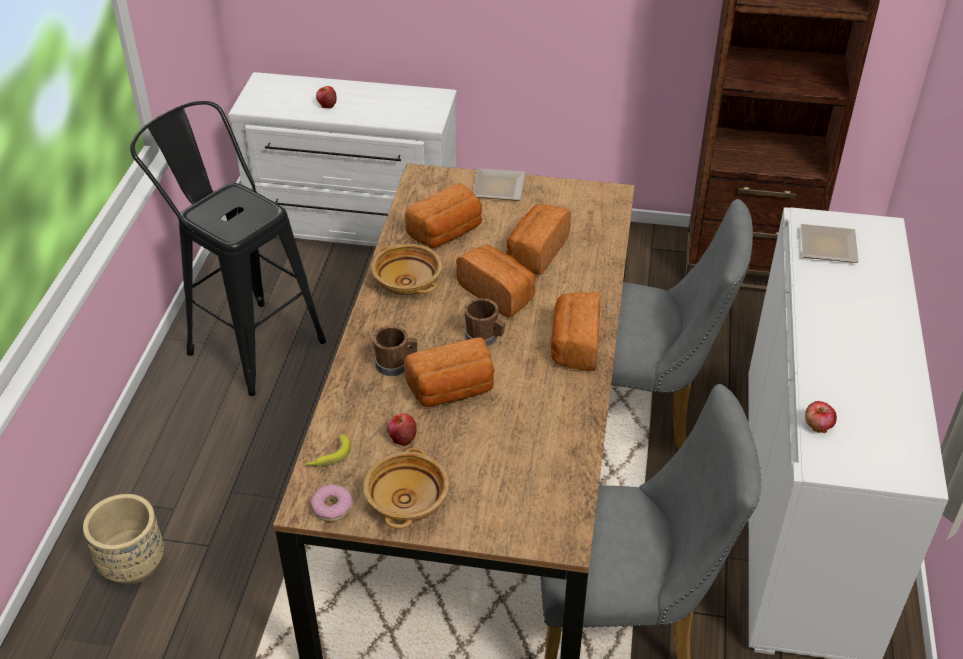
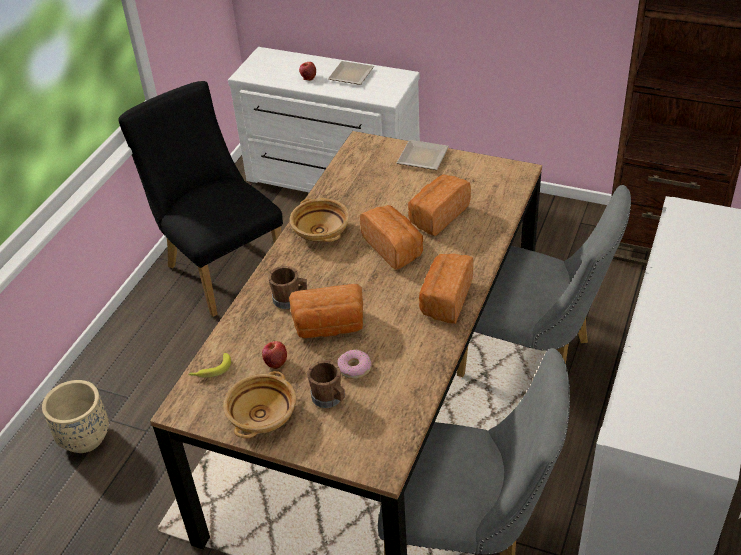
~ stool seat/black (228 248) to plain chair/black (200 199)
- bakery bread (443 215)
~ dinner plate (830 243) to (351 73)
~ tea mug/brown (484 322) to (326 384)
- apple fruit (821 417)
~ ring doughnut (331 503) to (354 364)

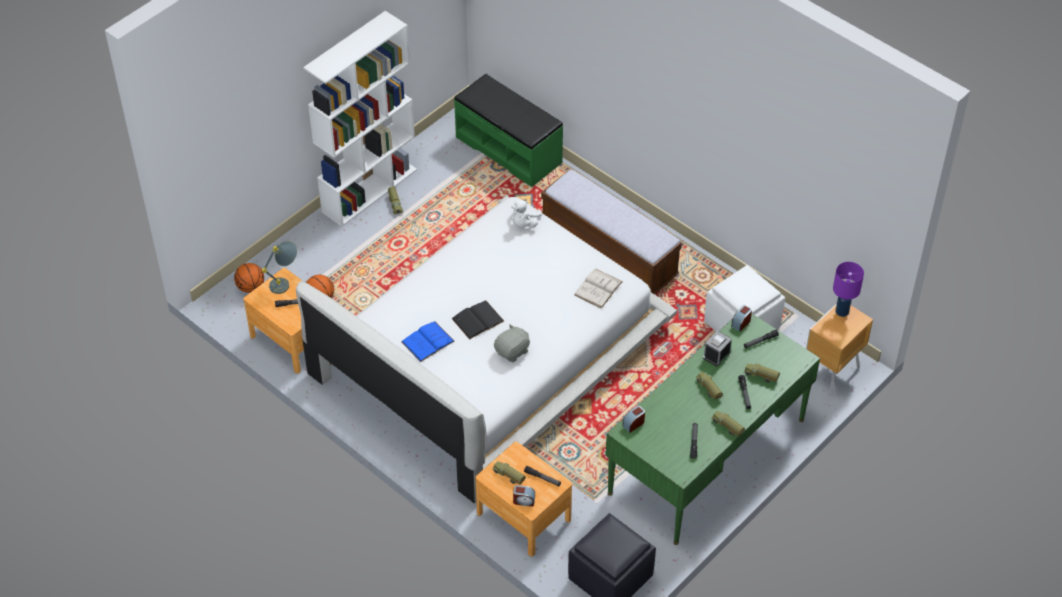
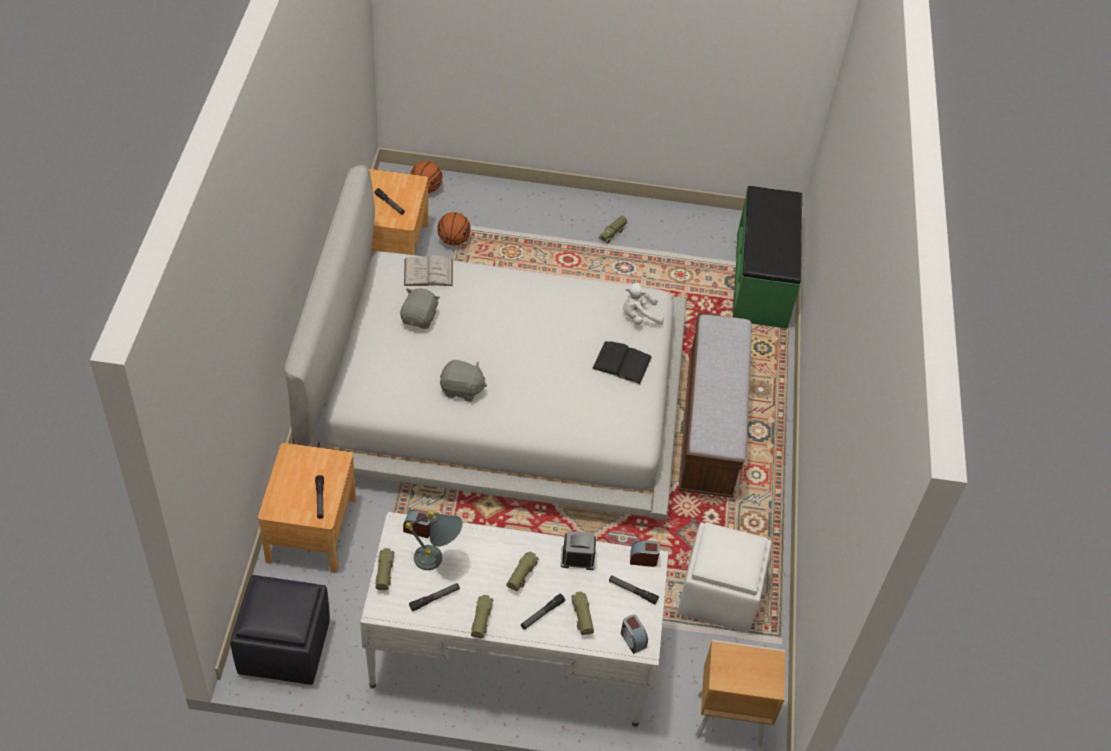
- bookshelf/whitish (360 119)
~ table lamp/greyish (279 267) to (434 540)
- table lamp/purplish (848 289)
~ volume/whitish (598 289) to (428 270)
~ volume/black (477 320) to (622 362)
~ desk unit/green (712 429) to desk unit/whitish (514 619)
~ volume/bluish (428 342) to cuddly toy/greyish (420 308)
~ toy lorry (509 472) to (385 569)
~ bedside clock (524 496) to (634 634)

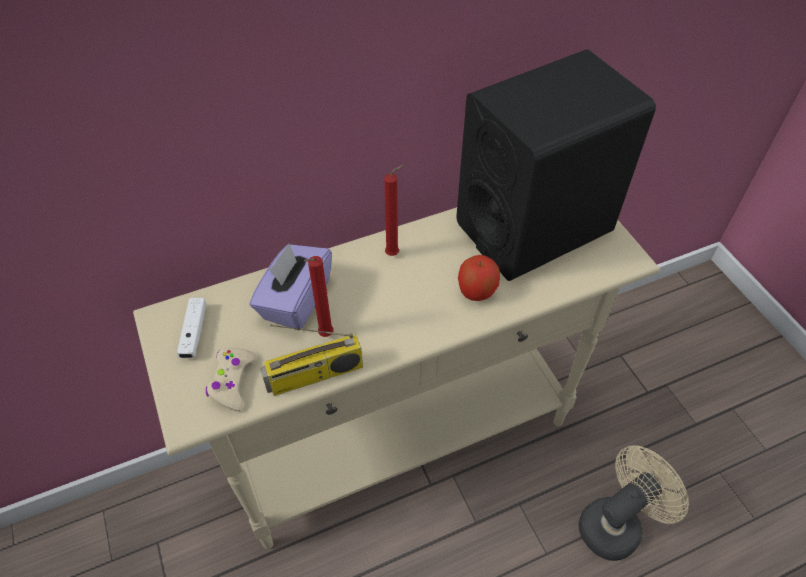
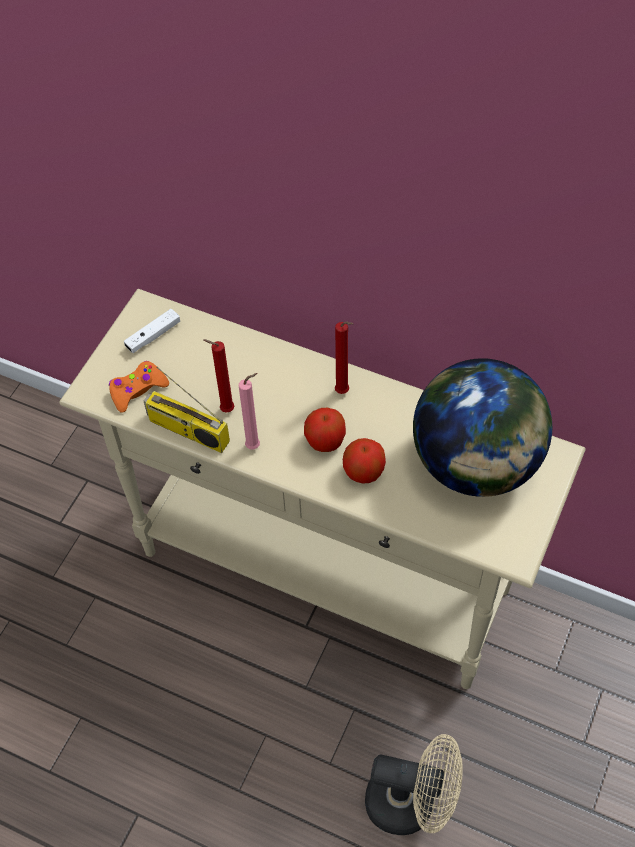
~ loudspeaker/black (556 165) to globe (482 427)
- tissue box/purplish (291 286)
~ gamepad/beige-coloured (231 379) to gamepad/orange-coloured (139 387)
+ wax light/pink (249 411)
+ apple fruit (325 430)

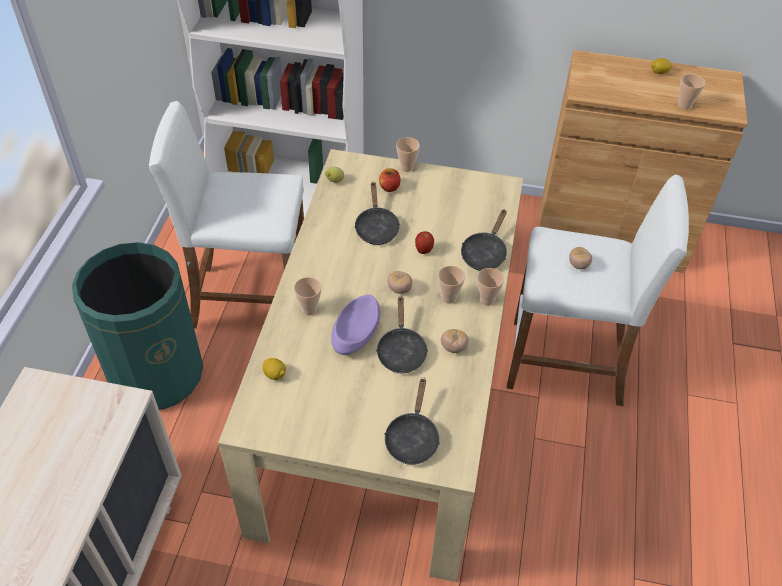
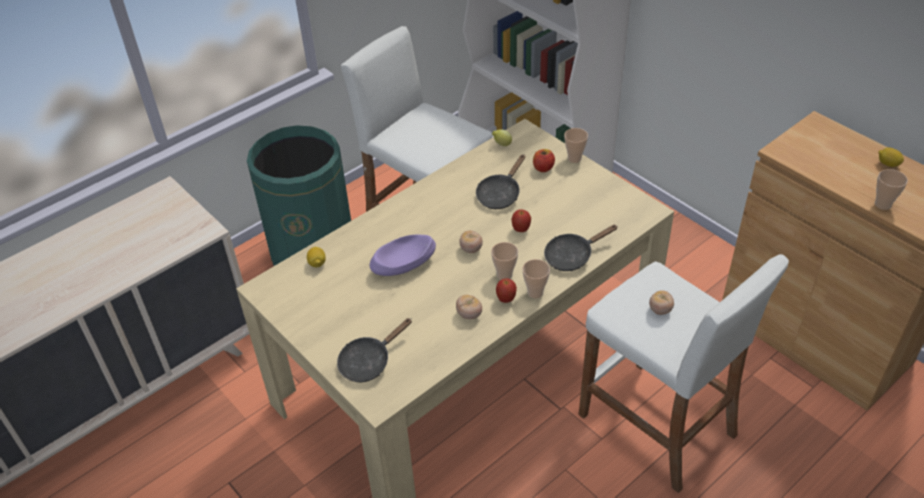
- cup (307 296)
- skillet/black (402 334)
+ apple fruit (506 290)

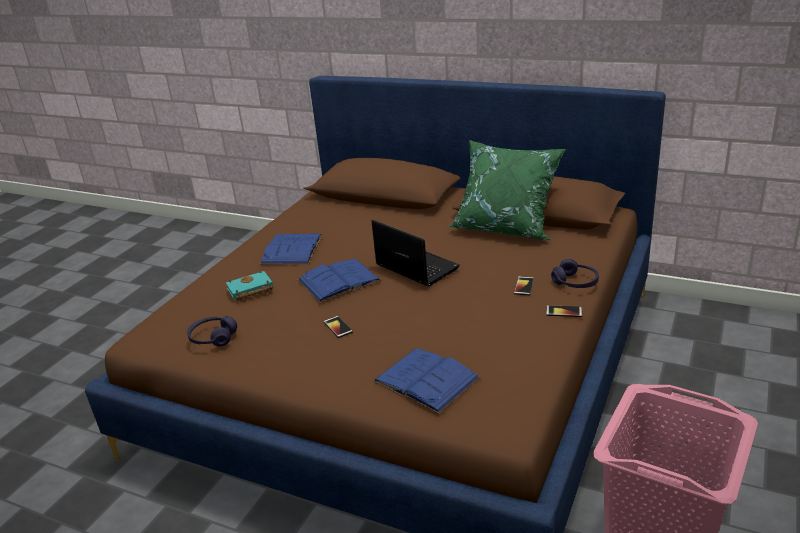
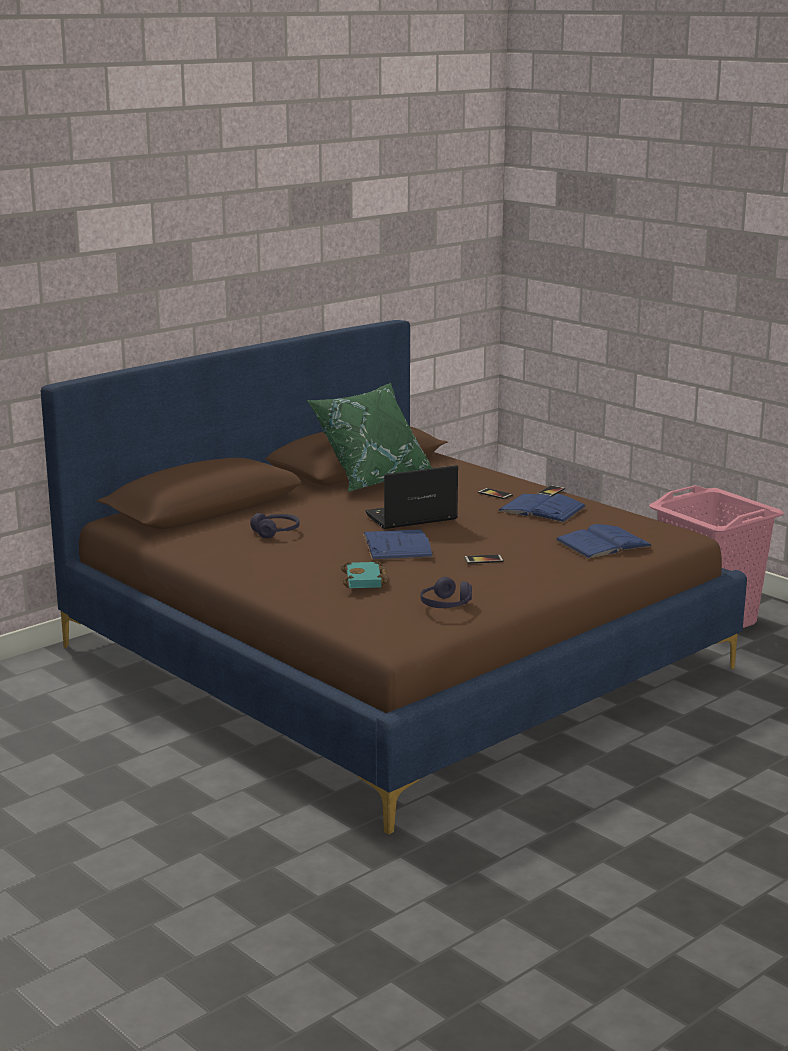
~ volume/bluish (291 249) to (542 508)
~ headset/purplish (575 273) to (274 525)

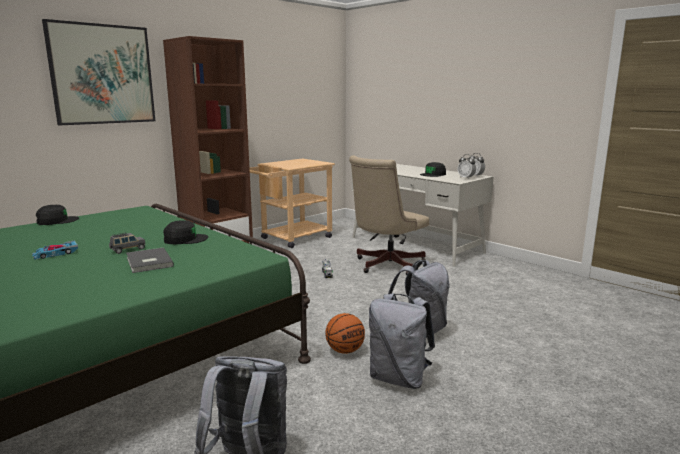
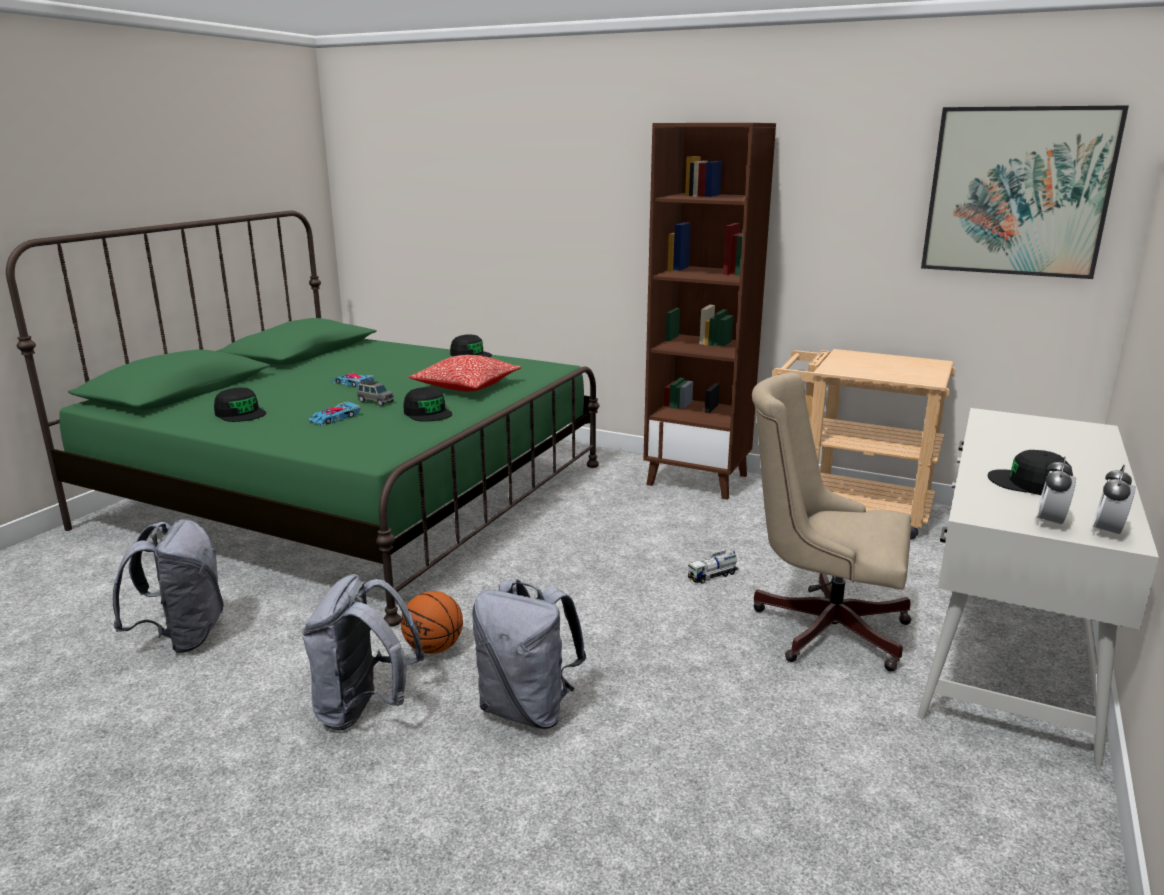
~ wall picture (98 72) to (1025 192)
~ volume/greyish (150 260) to model car (334 414)
+ pillow (465 373)
+ peaked cap/black (240 405)

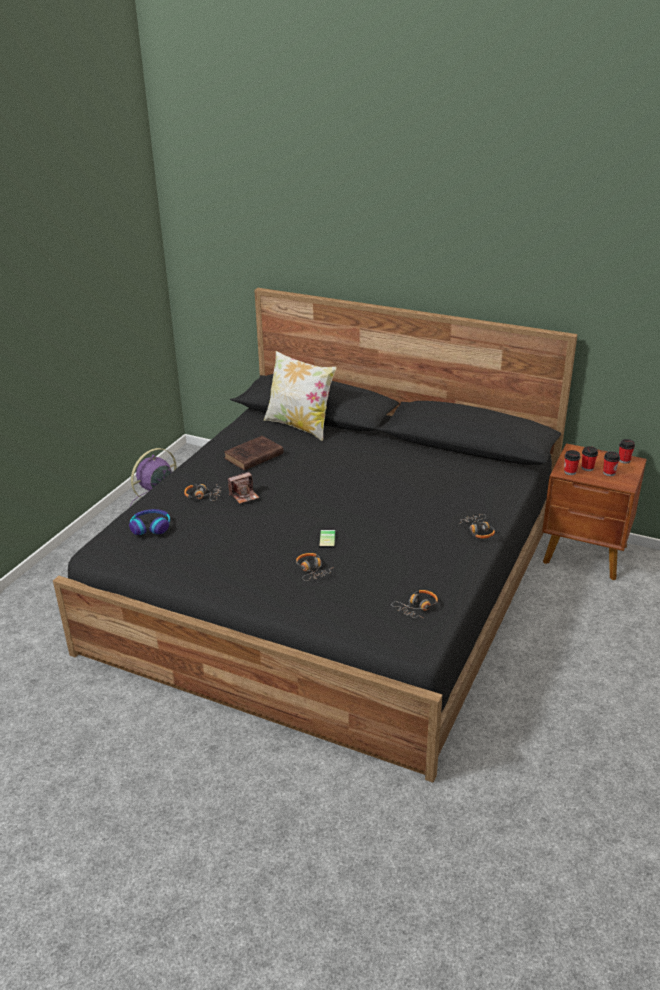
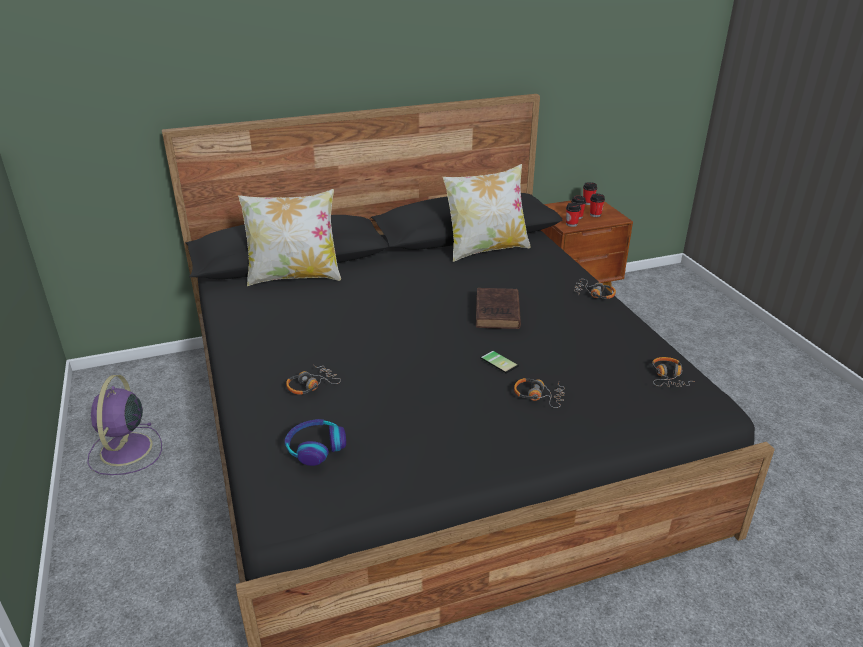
~ volume/brown (253 453) to (498 308)
- photo camera (243 488)
+ pillow (487 213)

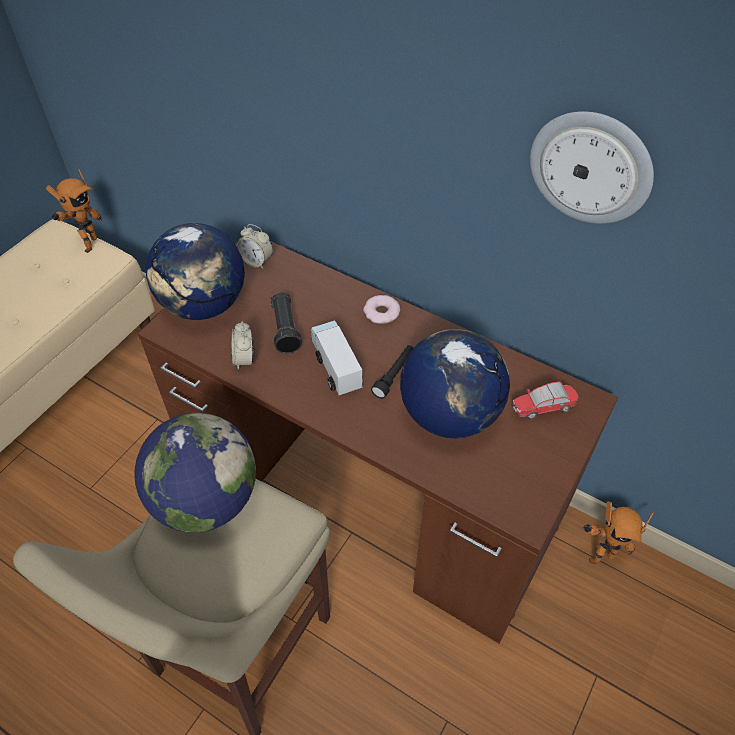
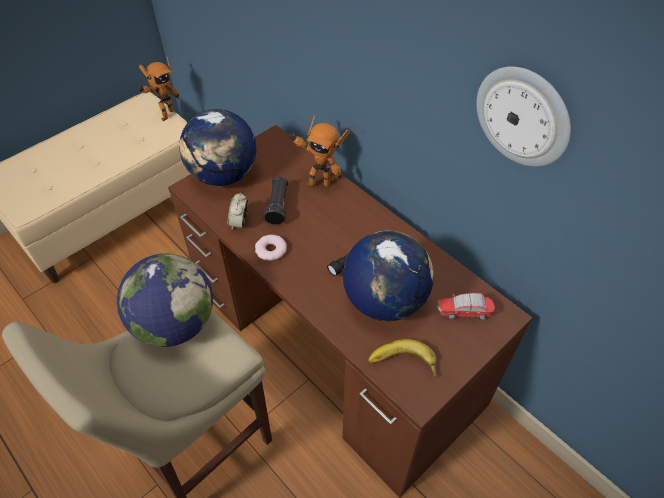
- bedside clock (254 246)
~ ring doughnut (381 309) to (271 248)
- toy lorry (337 358)
~ model robot (618 532) to (319 151)
+ banana (402 358)

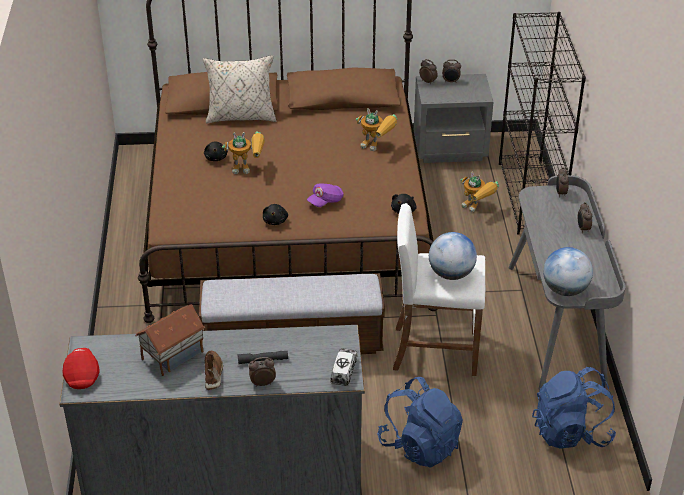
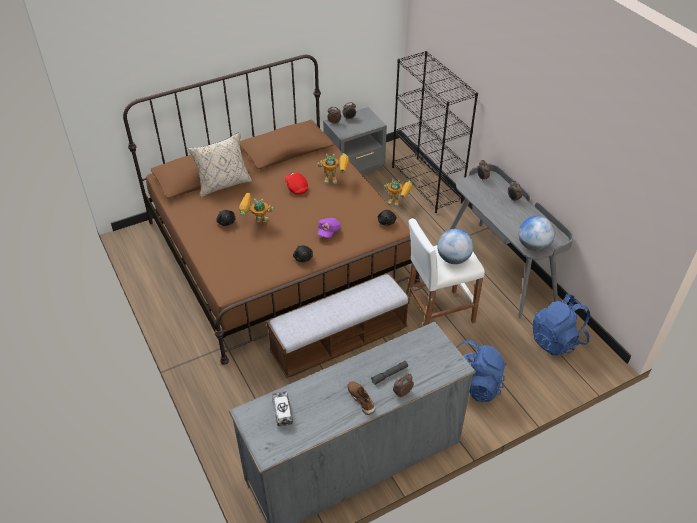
~ model robot (243 152) = (256 207) 150 degrees counterclockwise
- miniature house (170 340)
~ peaked cap/red (81 368) to (296 184)
~ toy lorry (344 367) to (282 409)

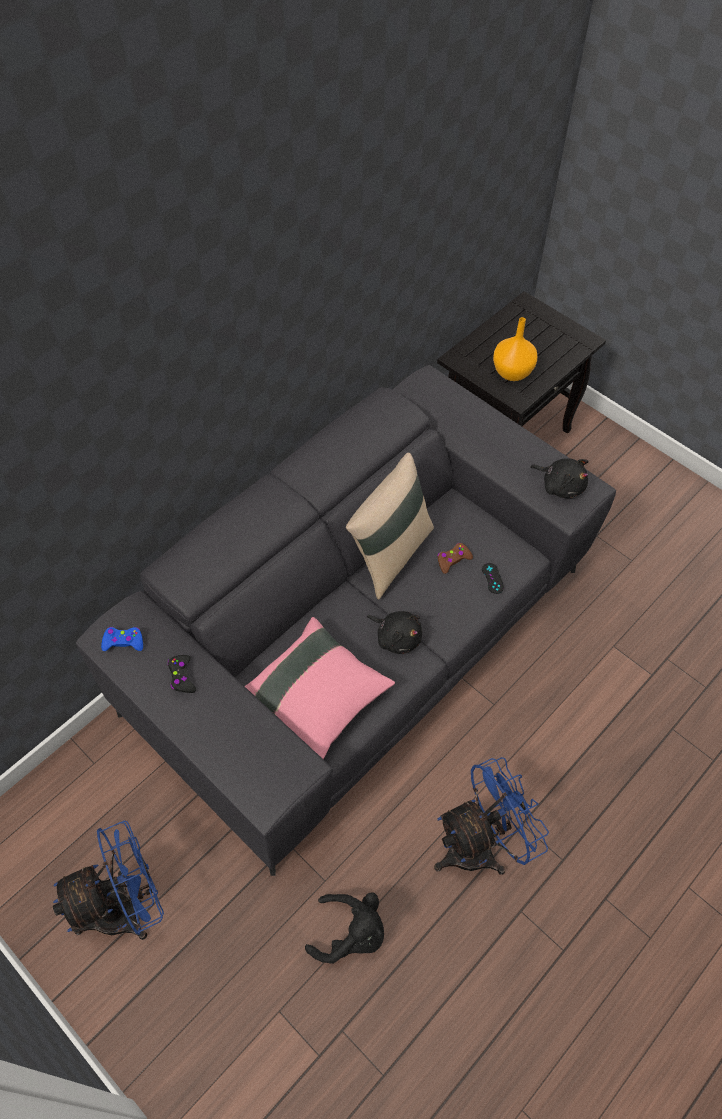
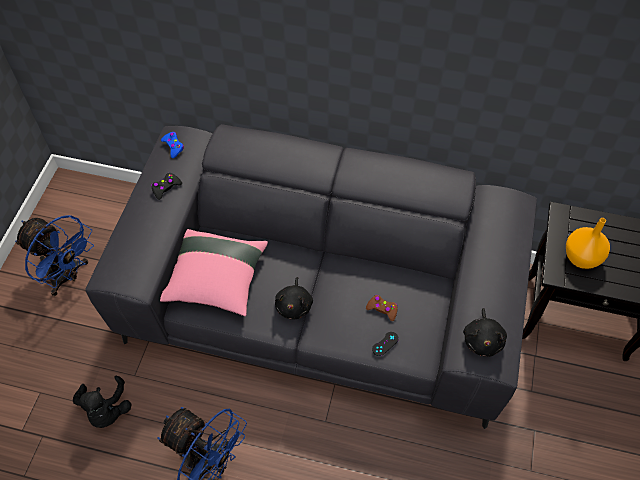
- pillow/beige-coloured (390 525)

